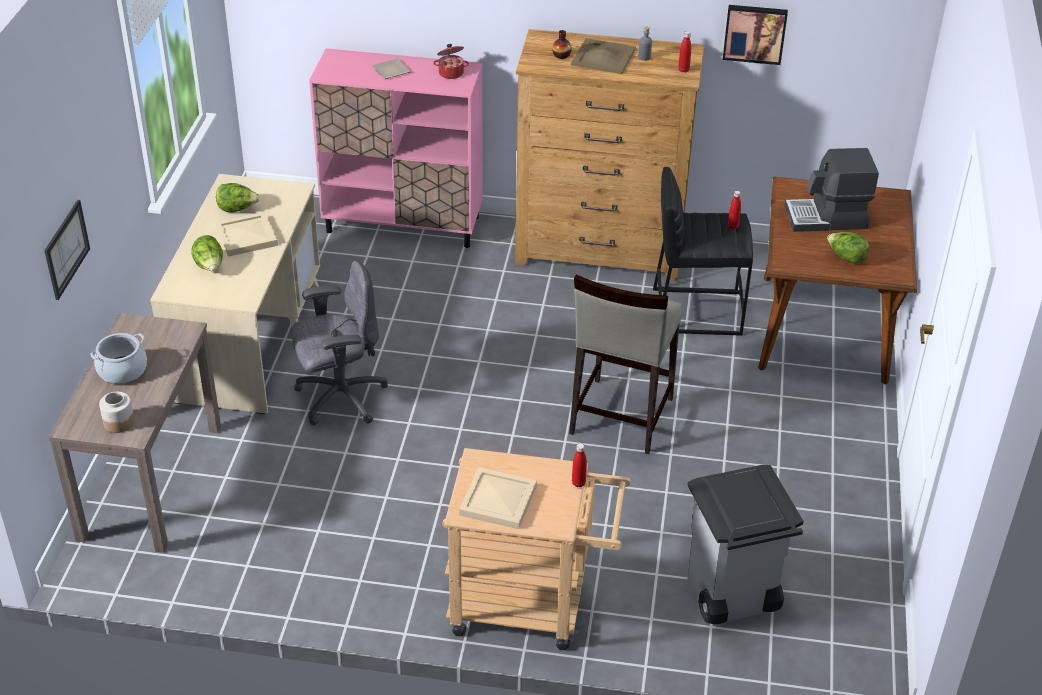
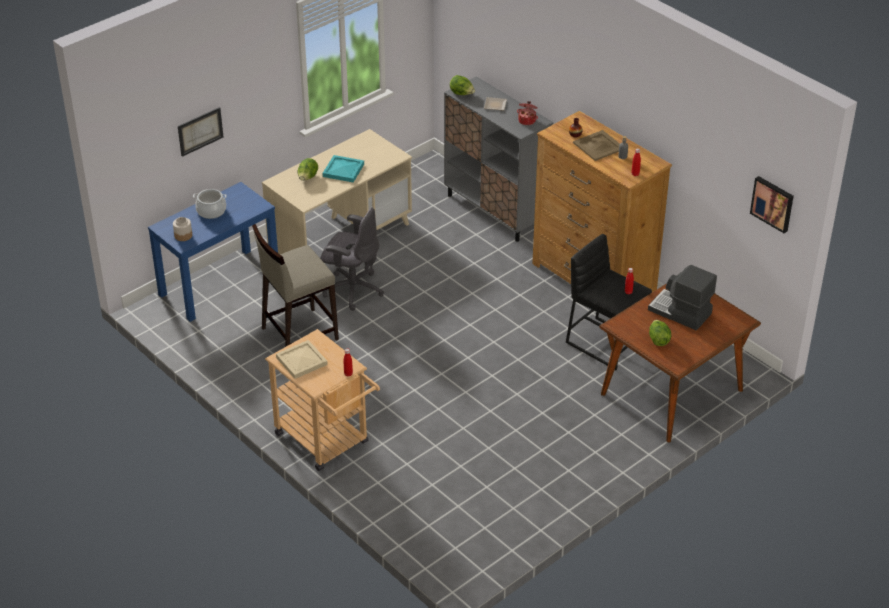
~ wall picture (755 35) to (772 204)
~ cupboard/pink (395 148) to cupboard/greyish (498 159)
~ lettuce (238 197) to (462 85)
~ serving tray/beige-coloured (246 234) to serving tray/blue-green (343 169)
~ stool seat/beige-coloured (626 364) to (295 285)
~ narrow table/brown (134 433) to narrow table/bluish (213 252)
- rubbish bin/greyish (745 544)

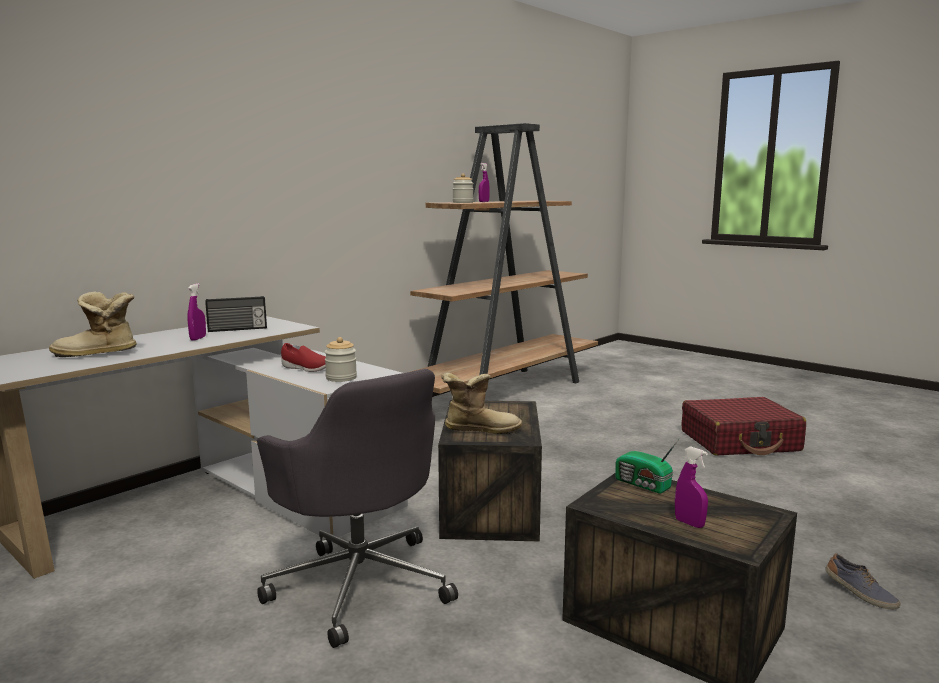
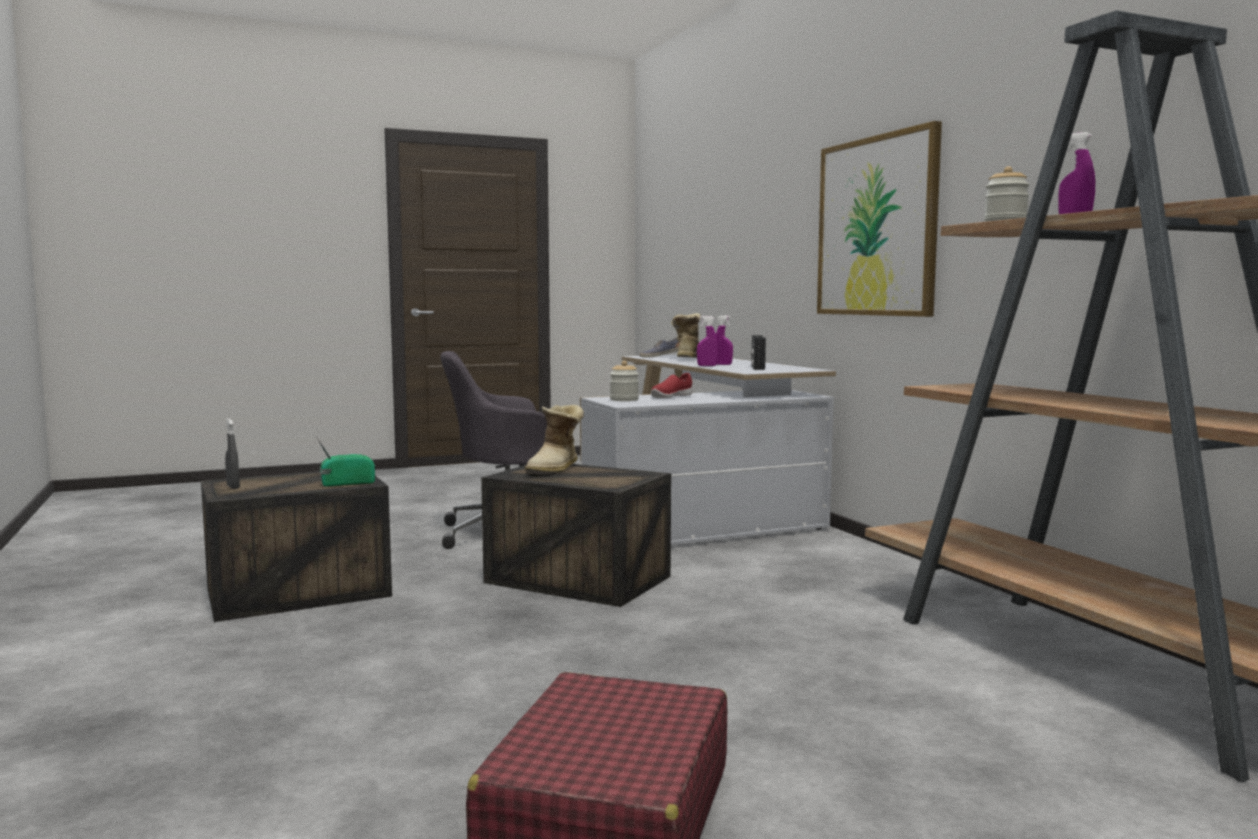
~ sprayer/purplish (691 487) to (707 341)
~ item of footwear (863 581) to (659 348)
+ wall picture (879 219)
+ sprayer/greyish (232 454)

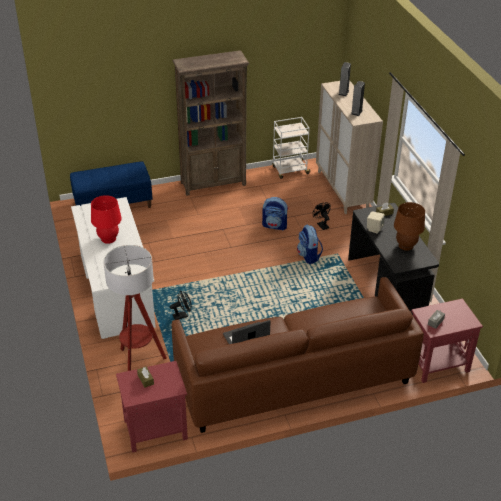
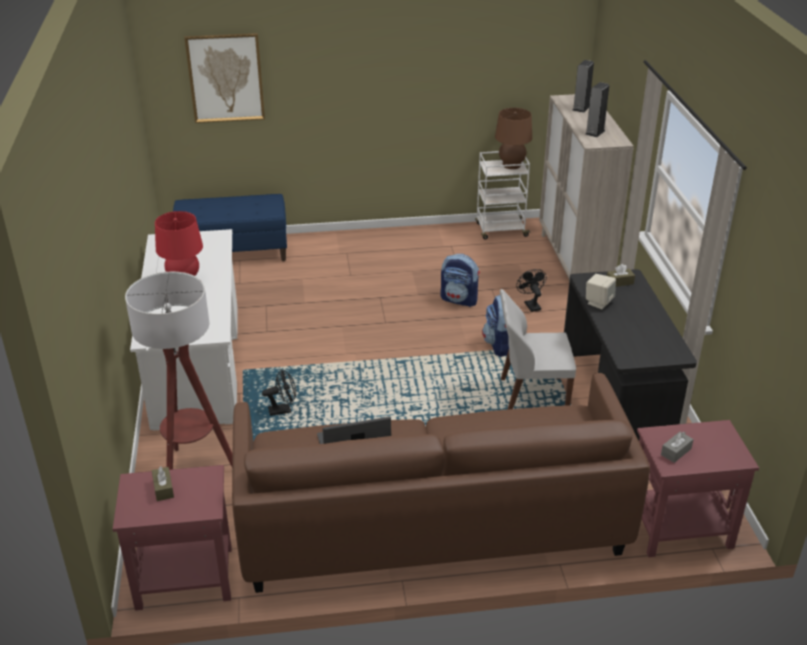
- bookshelf/brown (210 123)
~ table lamp/brown (409 226) to (513 138)
+ wall picture (224 78)
+ plain chair/whitish (538 349)

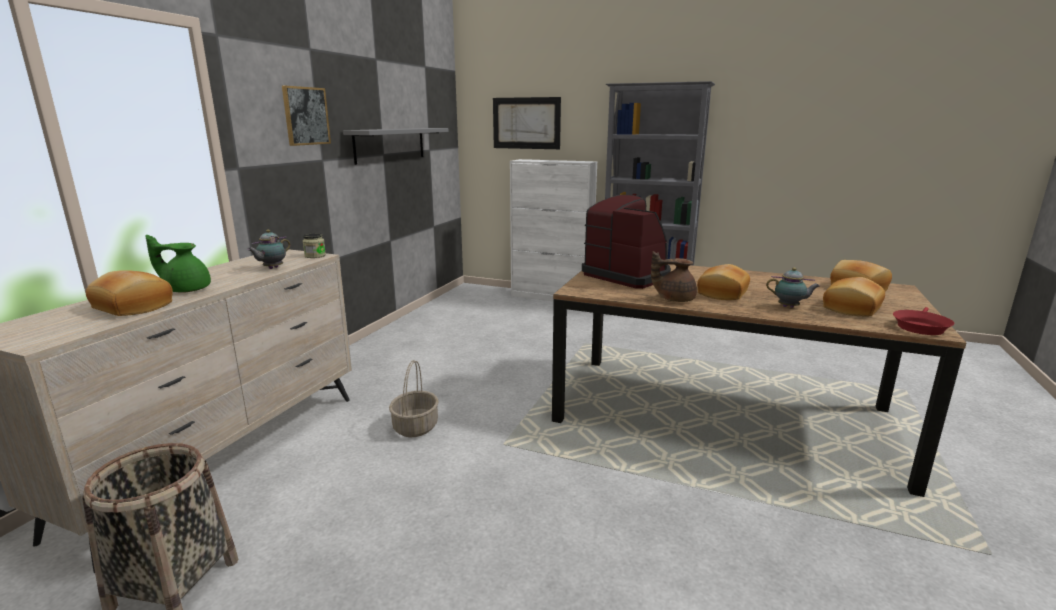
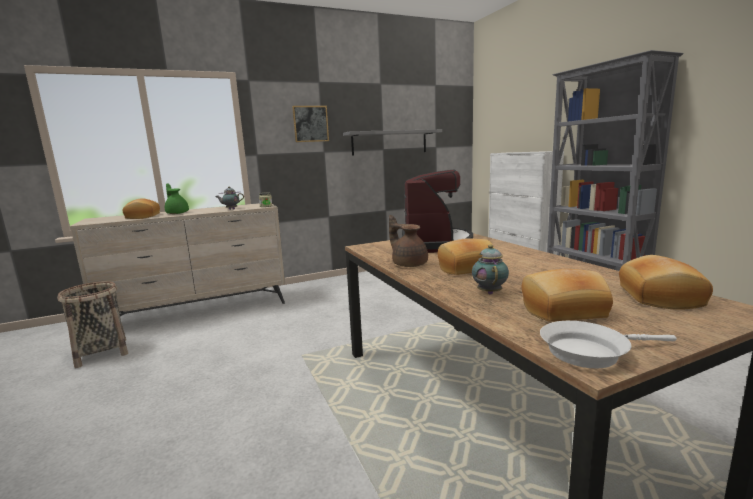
- wall picture (527 123)
~ tea pot (793 287) = (490 270) 150 degrees counterclockwise
~ skillet/red (924 321) to skillet/whitish (608 344)
- storage basket (414 398)

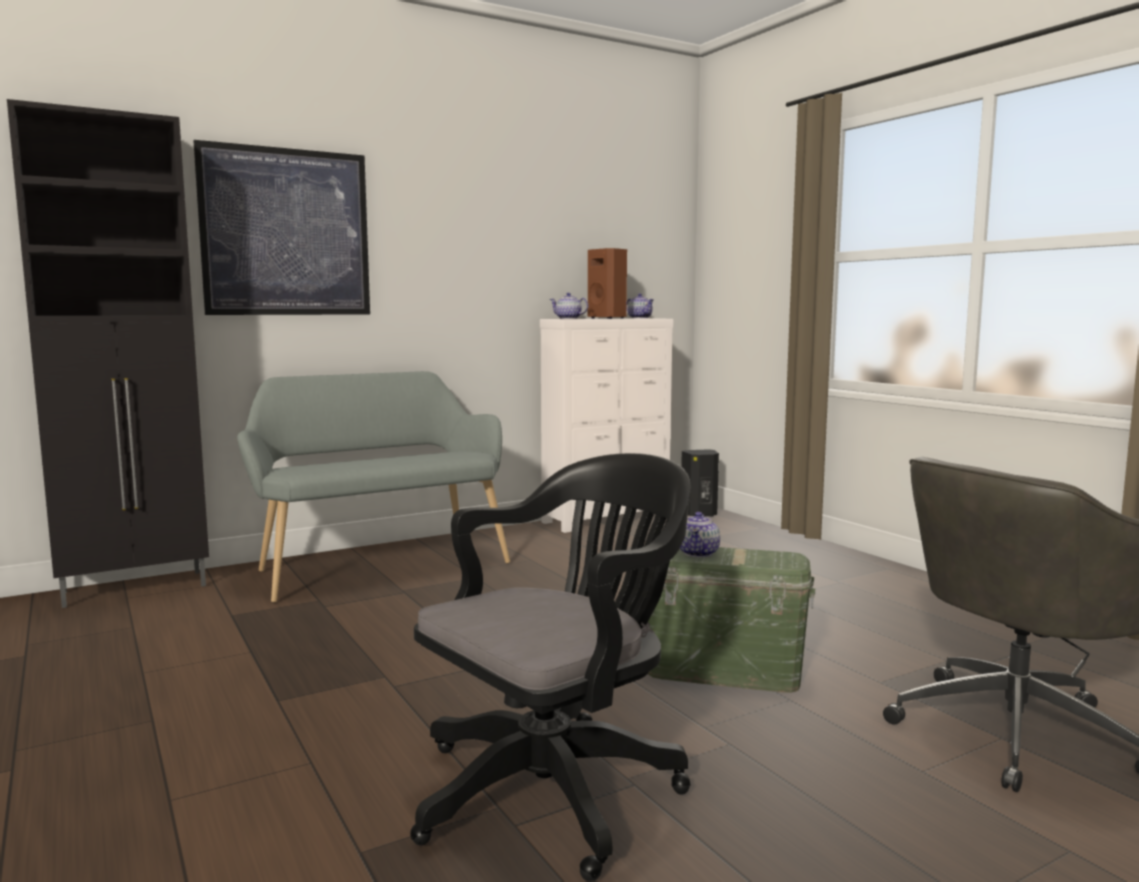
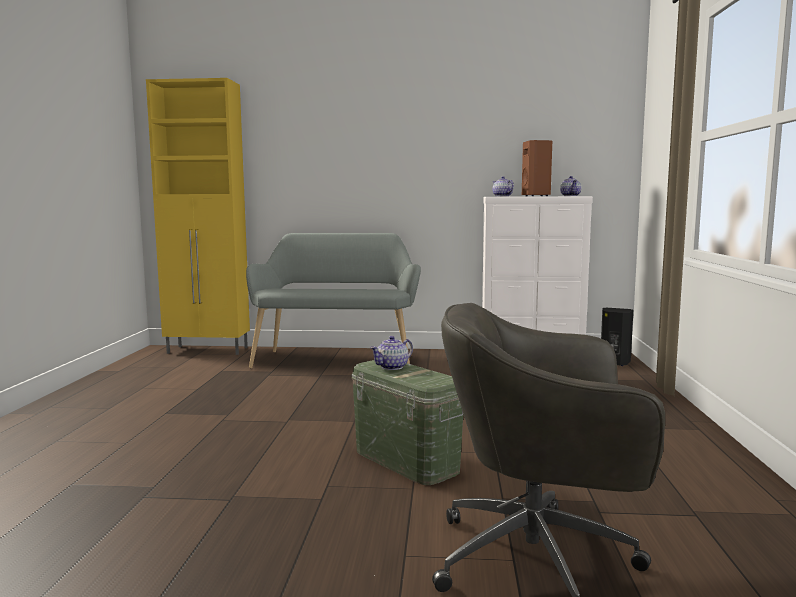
~ cupboard/black (108 353) to cupboard/yellow (198 216)
- wall picture (281 227)
- desk chair/black (550 667)

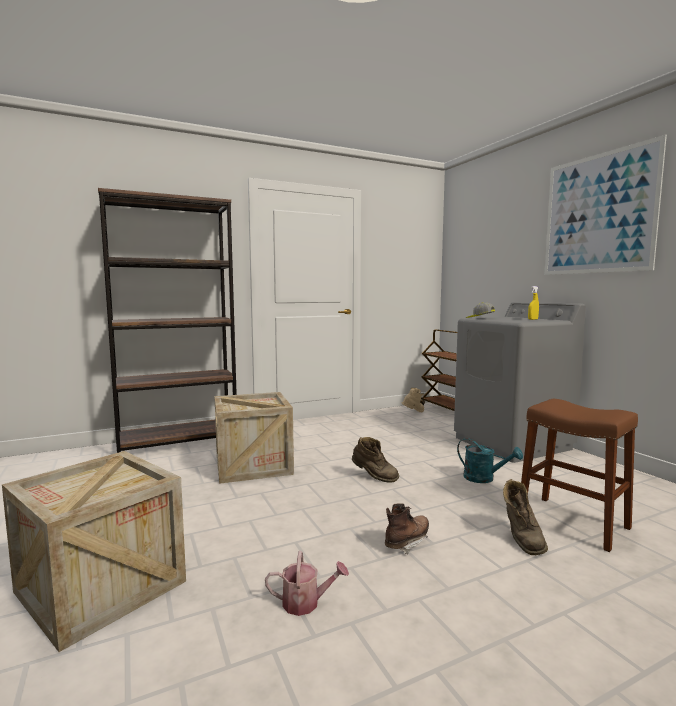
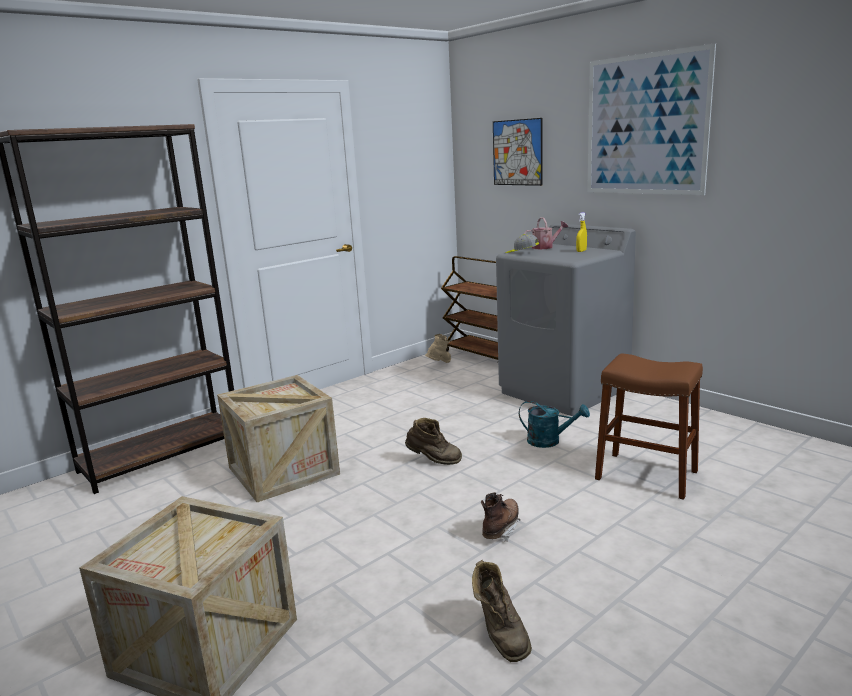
~ boot/brown (525 517) to (502 611)
~ watering can (307 583) to (546 233)
+ wall picture (518 152)

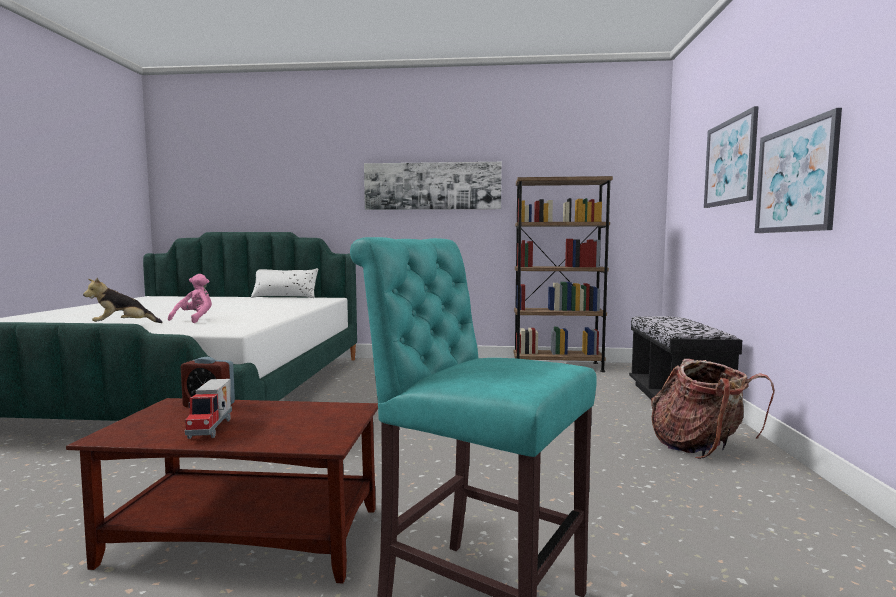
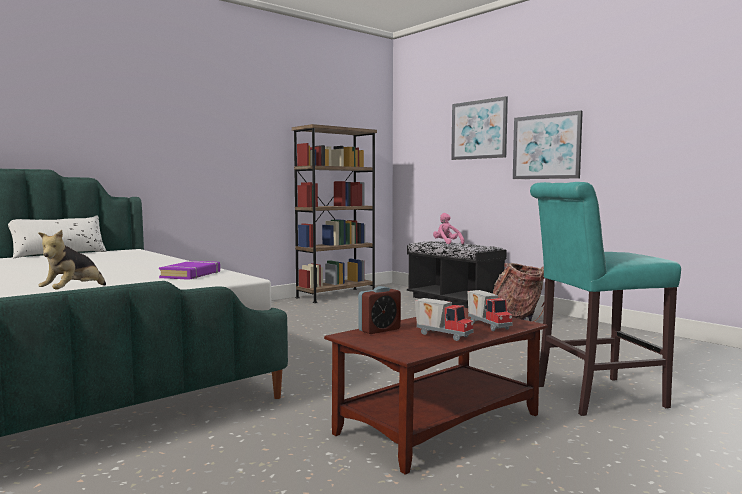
- wall picture (433 186)
~ cuddly toy/pink (190 298) to (448 228)
+ volume/purplish (189 270)
+ toy lorry (490 310)

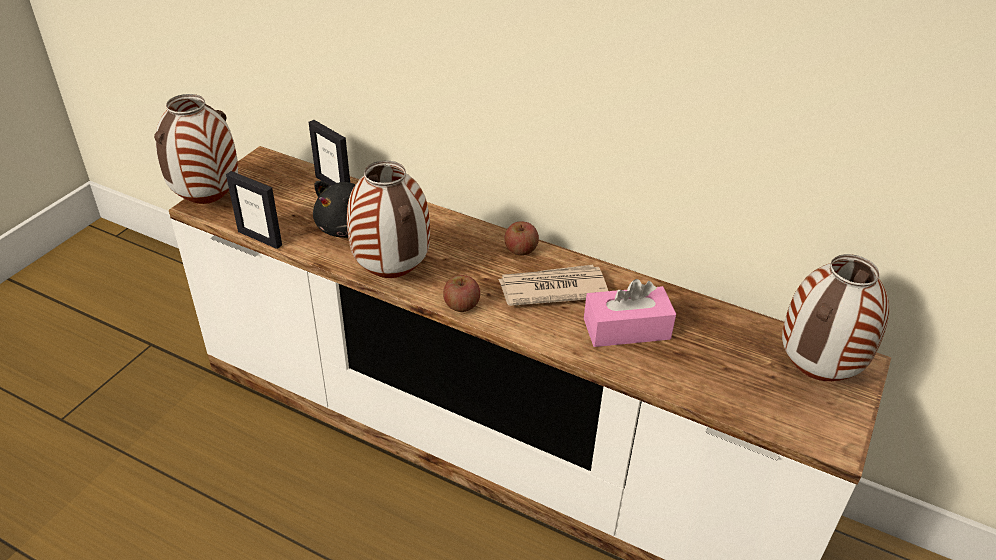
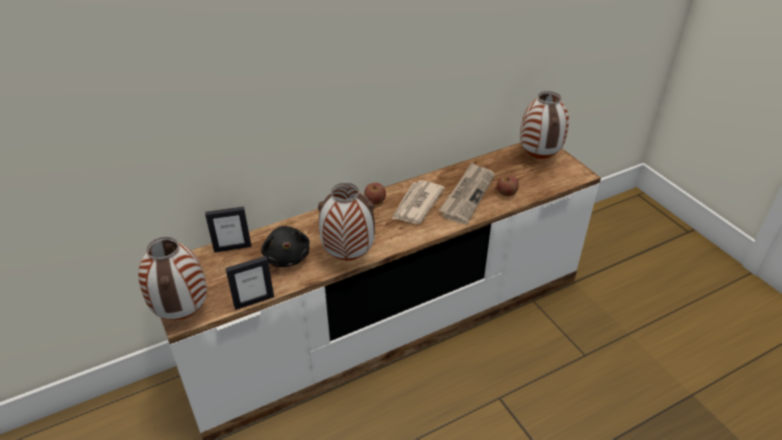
~ apple fruit (461 293) to (508 185)
~ tissue box/pink (630 313) to printed paper (467 193)

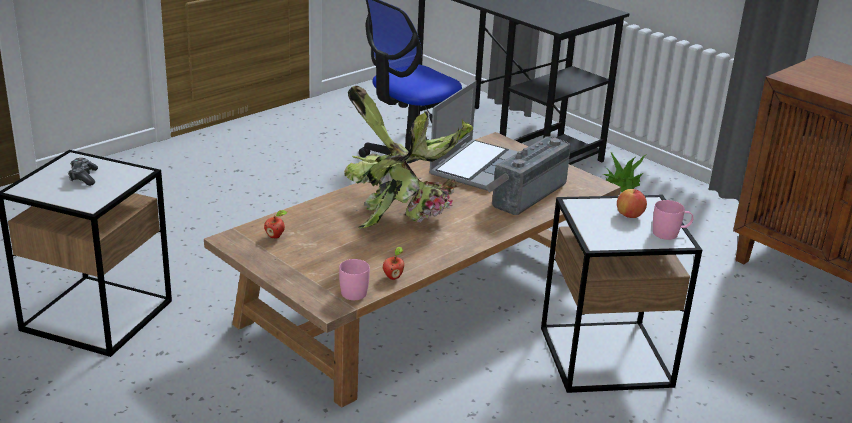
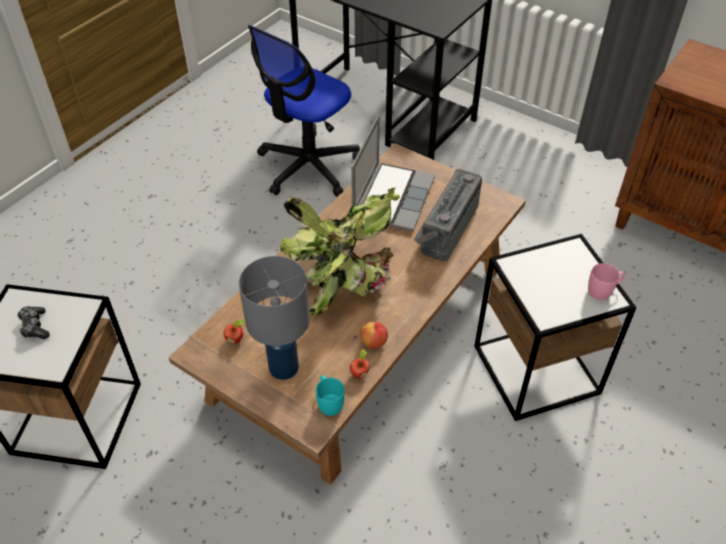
- houseplant (625 172)
~ apple fruit (632 203) to (374 335)
~ tea mug/pink (354 279) to tea mug/blue-green (330 395)
+ table lamp/greyish (274 318)

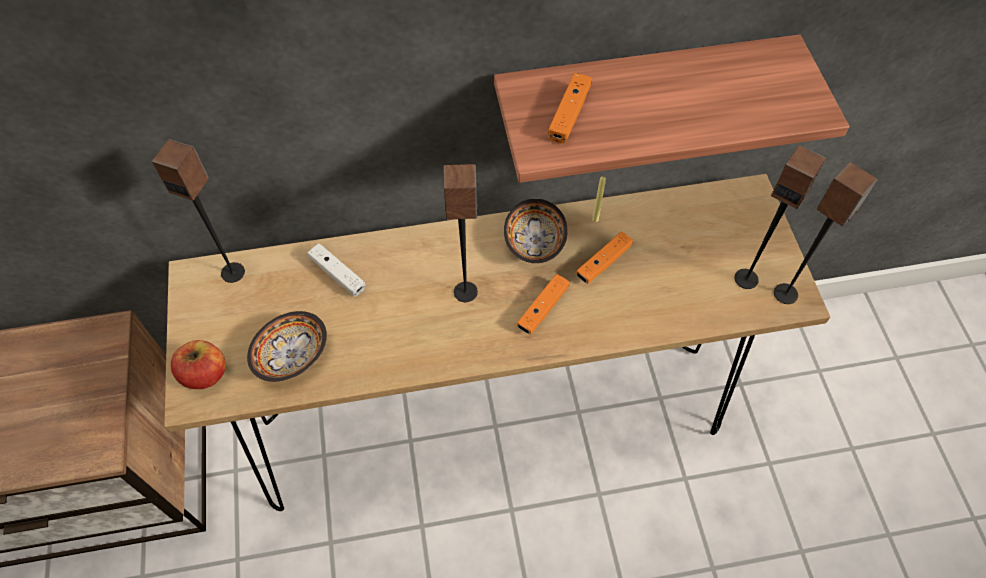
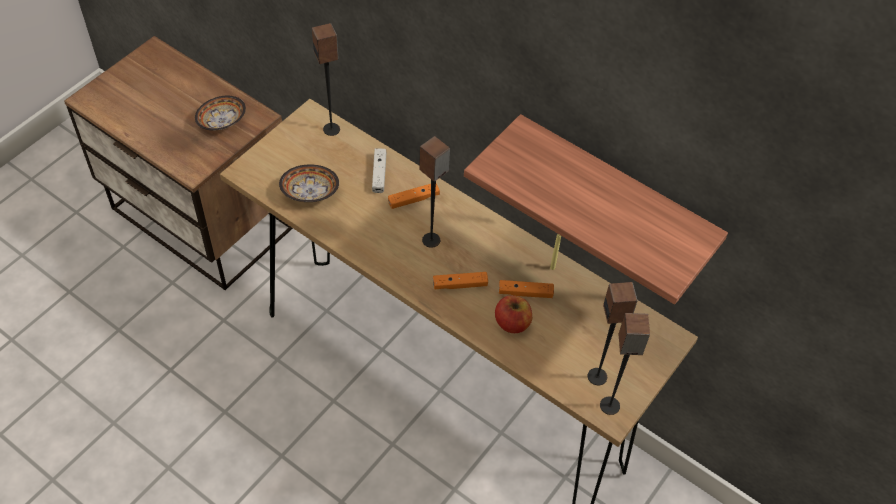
~ gamepad/orange-coloured (570 108) to (414 196)
~ bowl (536 231) to (220 113)
~ apple fruit (198 364) to (513 314)

